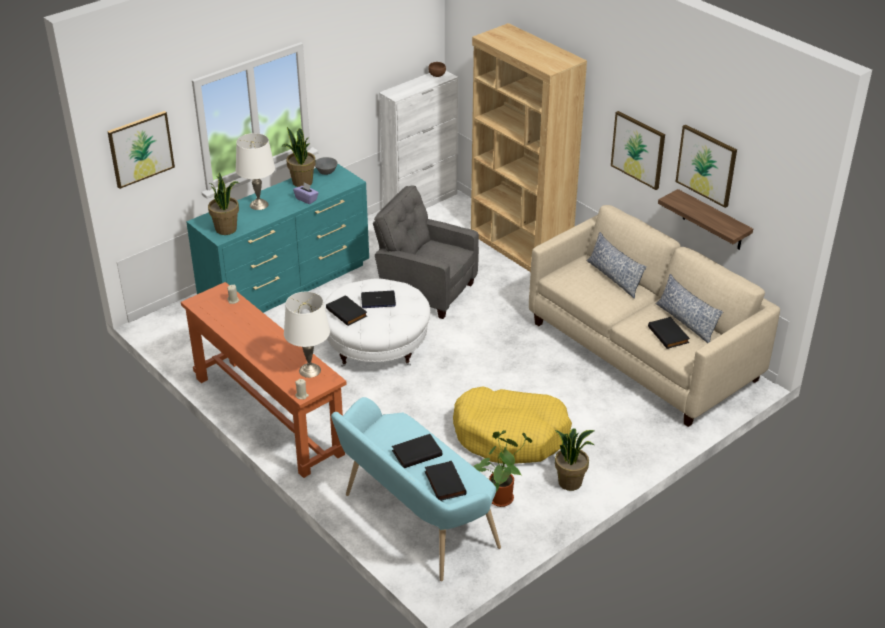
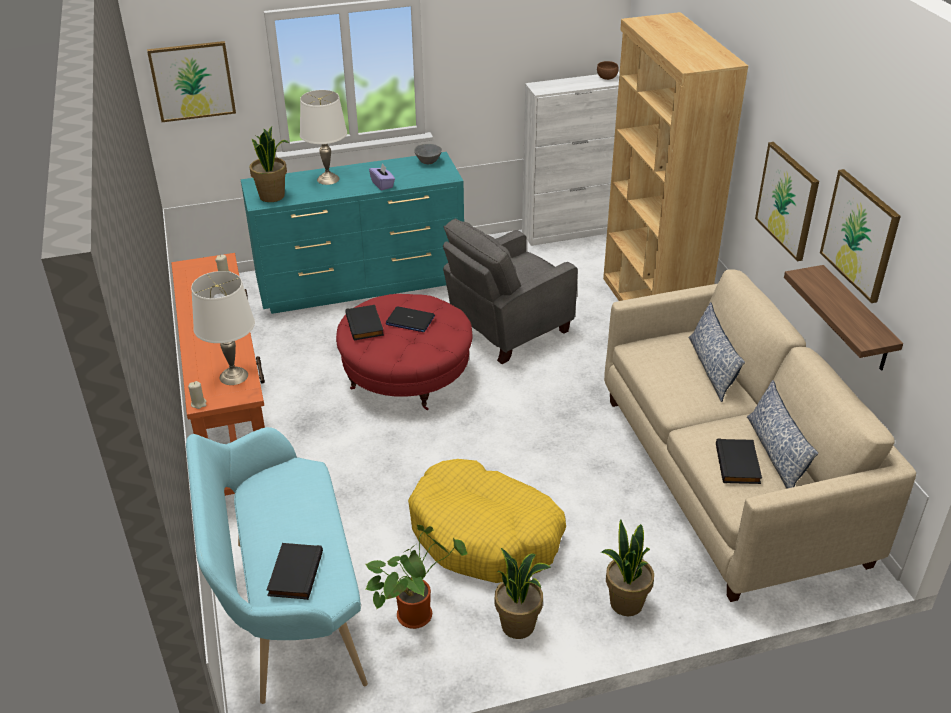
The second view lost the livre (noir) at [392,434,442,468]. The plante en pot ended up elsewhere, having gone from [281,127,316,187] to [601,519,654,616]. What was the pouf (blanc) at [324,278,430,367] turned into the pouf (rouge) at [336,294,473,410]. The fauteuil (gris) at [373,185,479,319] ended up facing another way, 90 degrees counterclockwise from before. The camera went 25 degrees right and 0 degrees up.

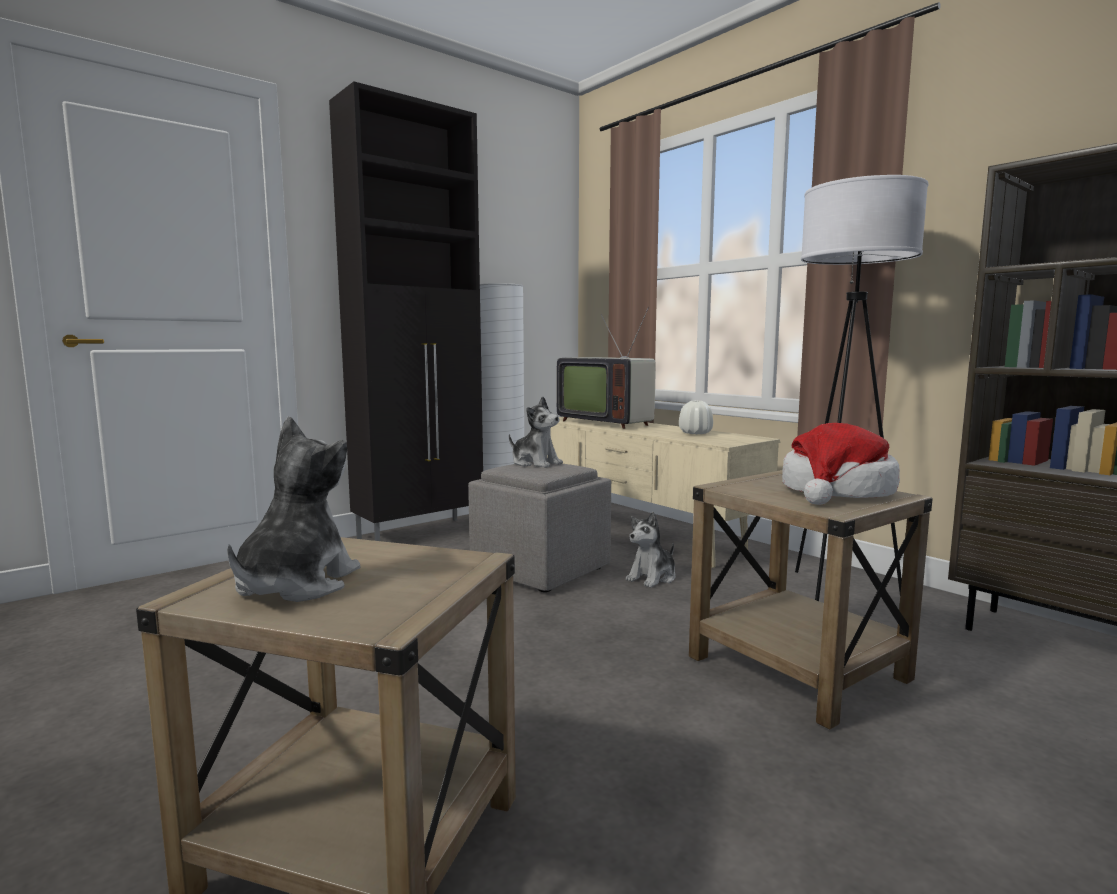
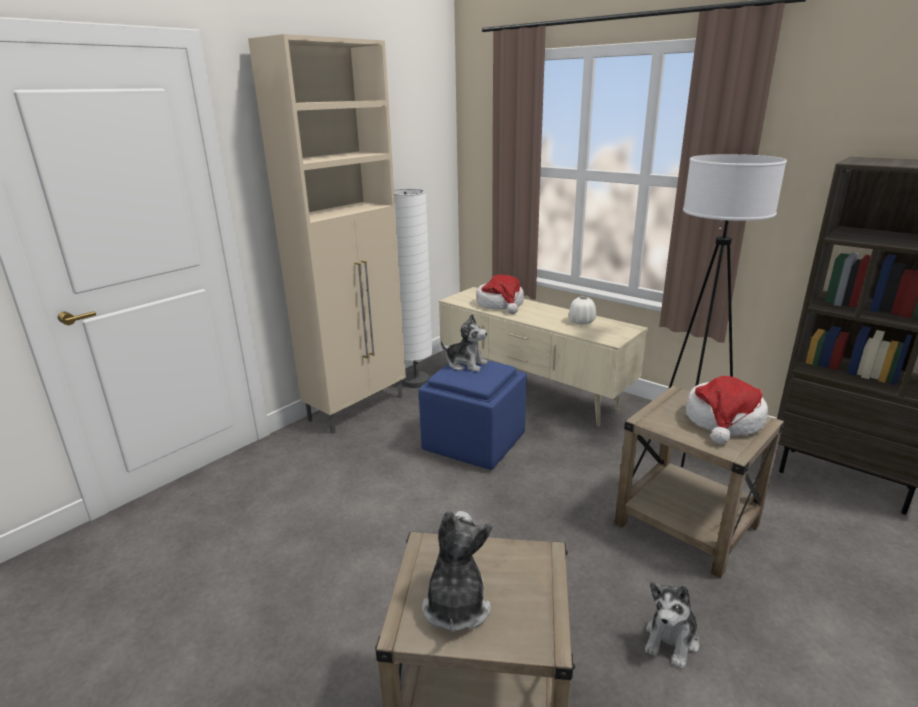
The peluche ended up elsewhere, having gone from [626,512,676,588] to [645,582,699,669]. Where the téléviseur stood at [557,307,656,429], the chapeau came to stand at [476,274,524,314]. What was the meuble de rangement (noir) at [329,81,483,541] turned into the meuble de rangement (beige) at [248,34,406,434]. What was the pouf (gris) at [468,461,611,592] turned into the pouf (bleu) at [418,361,527,470]. The camera went 10 degrees left and 15 degrees up.

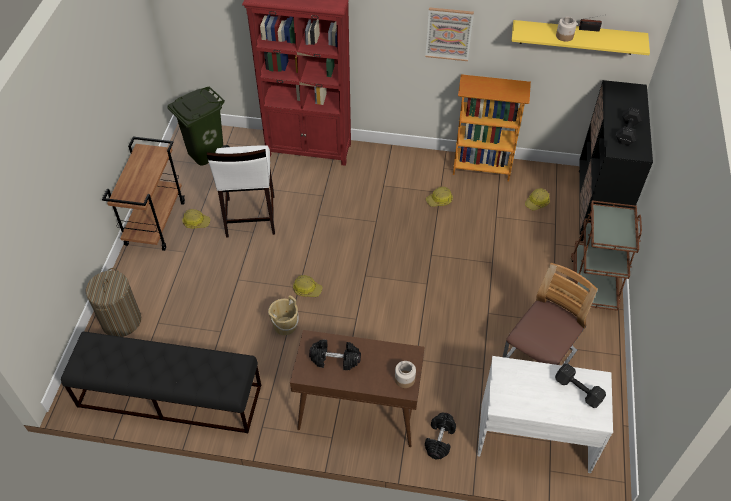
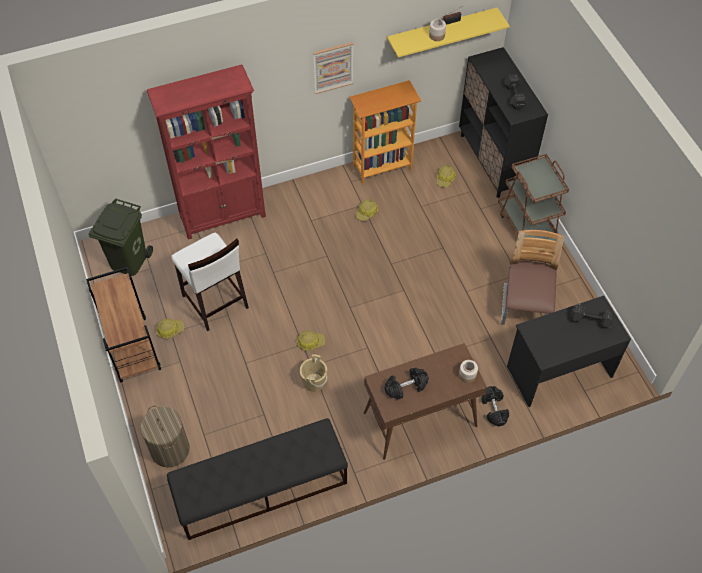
What was the bureau (blanc) at [477,356,613,473] turned into the bureau (noir) at [507,296,631,407]. The camera went 30 degrees left and 5 degrees up.

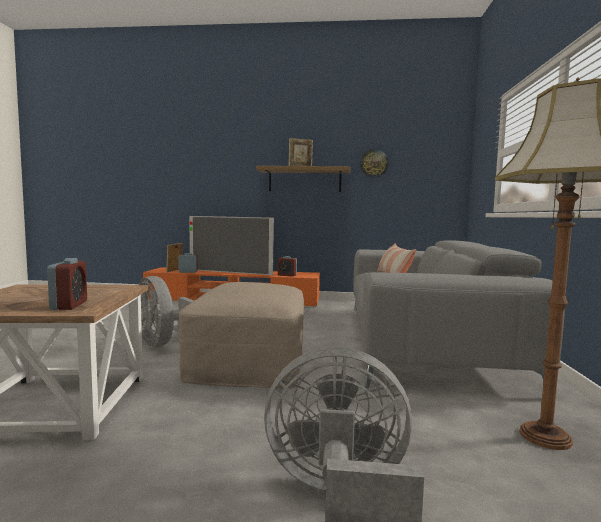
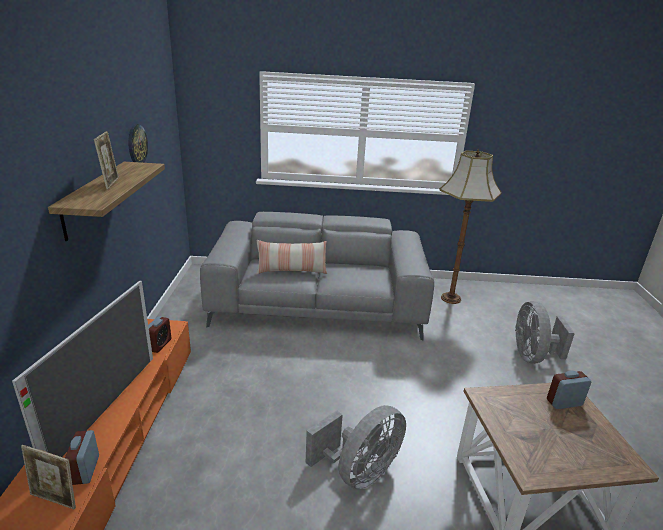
The second view lost the pouf (beige) at [179,282,304,389]. The camera went 95 degrees left and 20 degrees up.

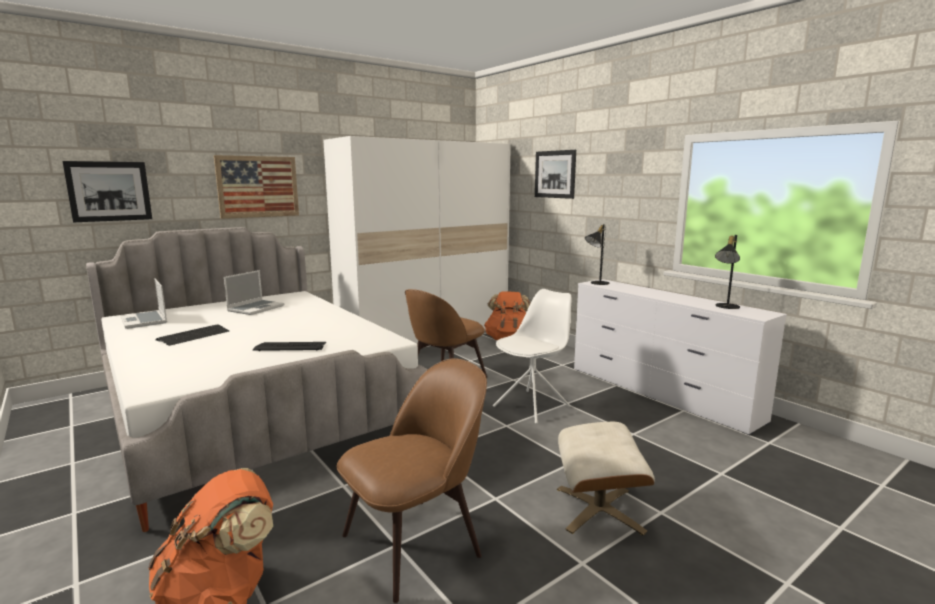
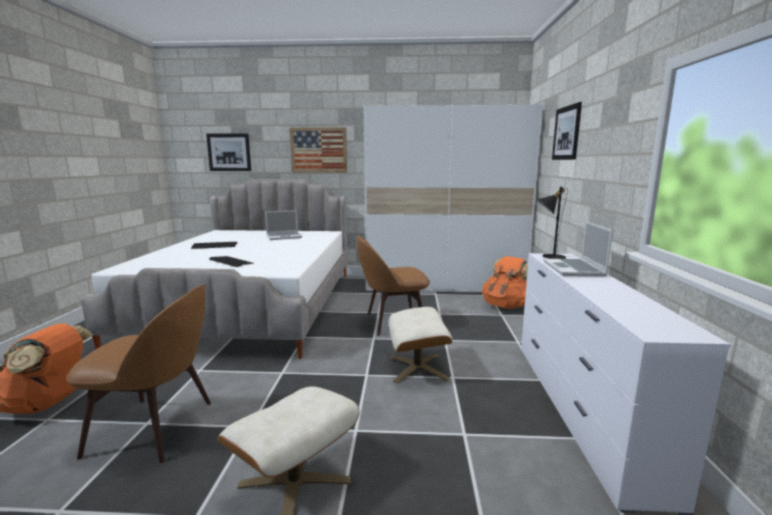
The second view lost the lampe de table (noir) at [715,235,740,309]. The ordinateur portable ended up elsewhere, having gone from [121,278,167,329] to [543,221,613,277]. Where the chaise (blanc) stood at [493,289,572,424], the pouf (beige) came to stand at [389,307,452,383]. The camera went 40 degrees right and 0 degrees up.

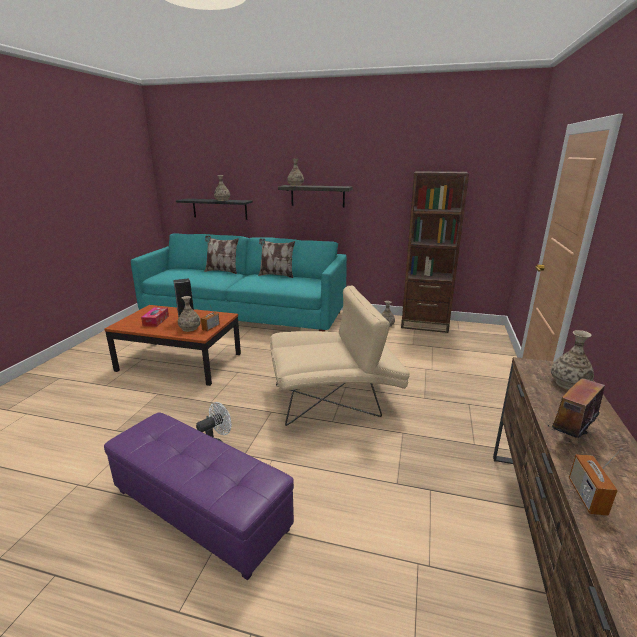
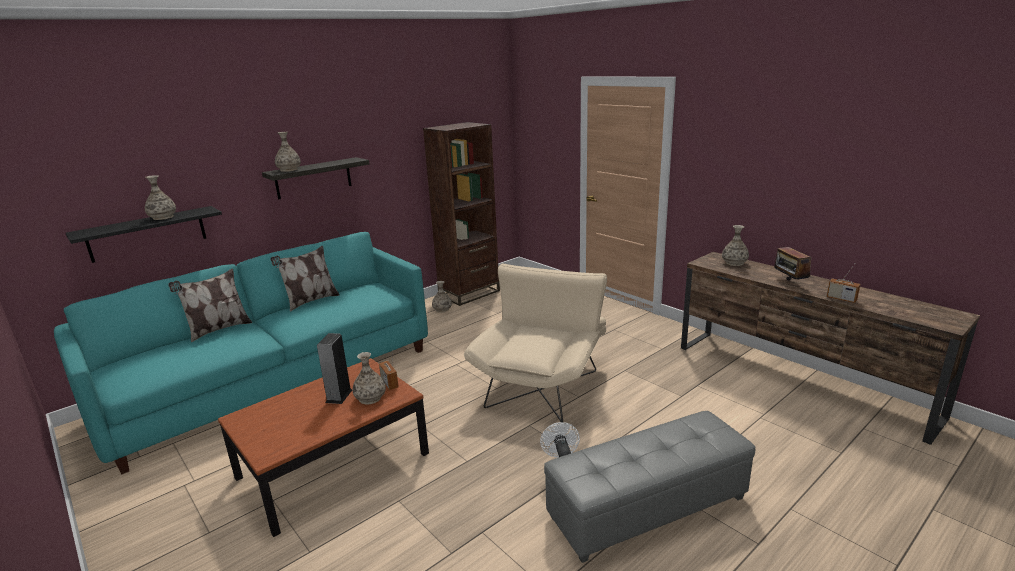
The second view lost the boîte à mouchoirs at [141,307,169,327]. What was the pouf (violet) at [104,412,294,580] turned into the pouf (gris) at [544,411,756,563]. The camera went 55 degrees left and 0 degrees up.

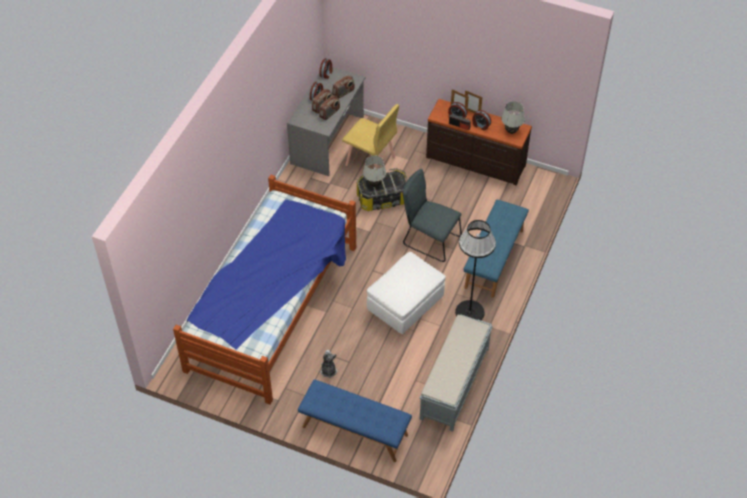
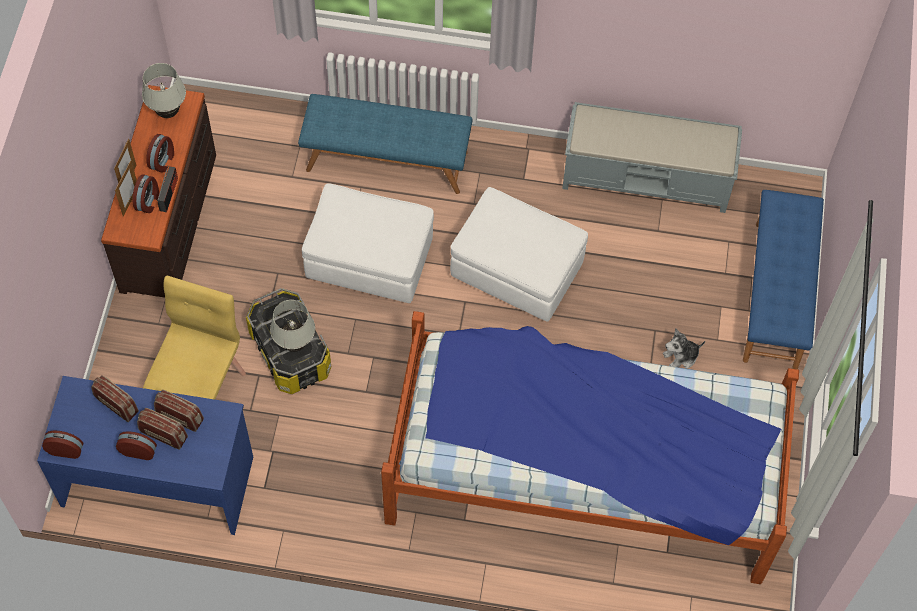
The second view lost the lampadaire (noir) at [455,220,496,320]. Where the chaise (gris) stood at [403,169,462,262], the pouf (blanc) came to stand at [302,183,434,303]. What was the bureau (gris) at [287,67,365,176] turned into the bureau (bleu) at [37,376,253,535]. The camera went 105 degrees left and 10 degrees up.

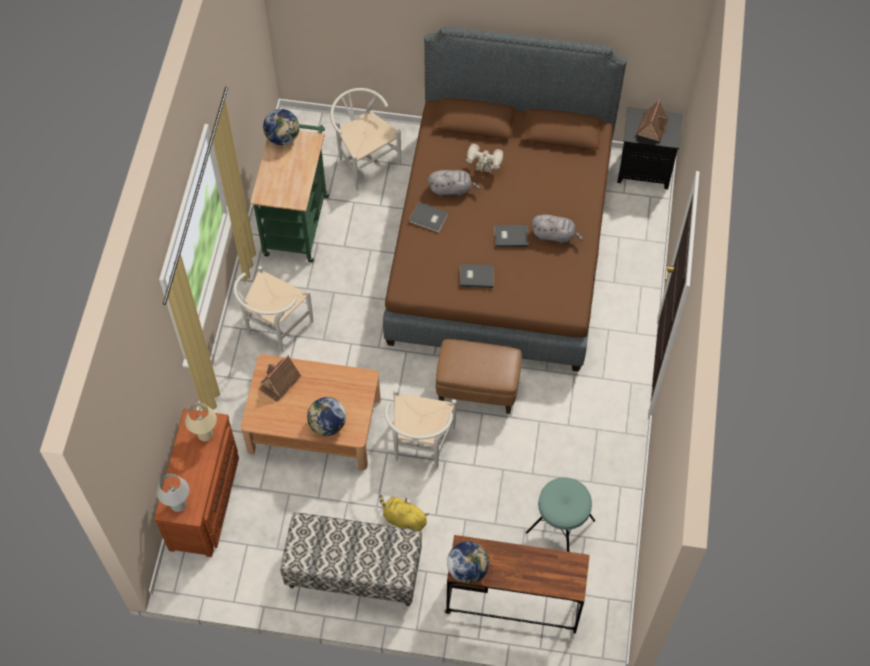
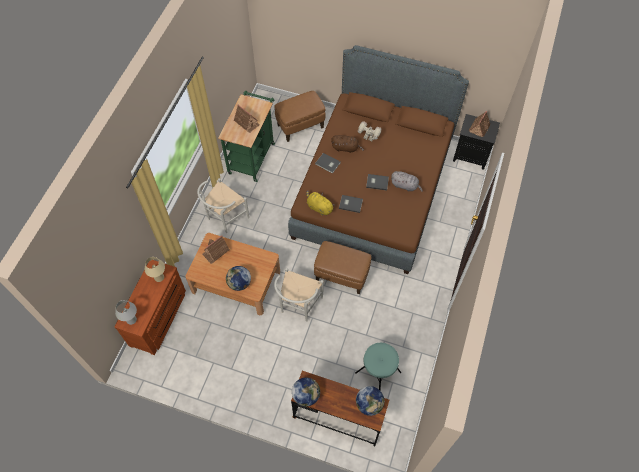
The second view lost the banc at [281,513,422,606]. The second view gained the maison miniature at [234,105,260,133]. The globe ended up elsewhere, having gone from [263,109,299,146] to [356,386,385,416]. The peluche (jaune) ended up elsewhere, having gone from [379,495,429,531] to [306,190,335,216]. Where the chaise (blanc) stood at [330,88,401,190], the pouf (marron) came to stand at [274,91,326,142]. What was the peluche (gris) at [428,170,481,196] turned into the peluche (marron) at [331,135,364,153]. The camera went 10 degrees right and 0 degrees up.

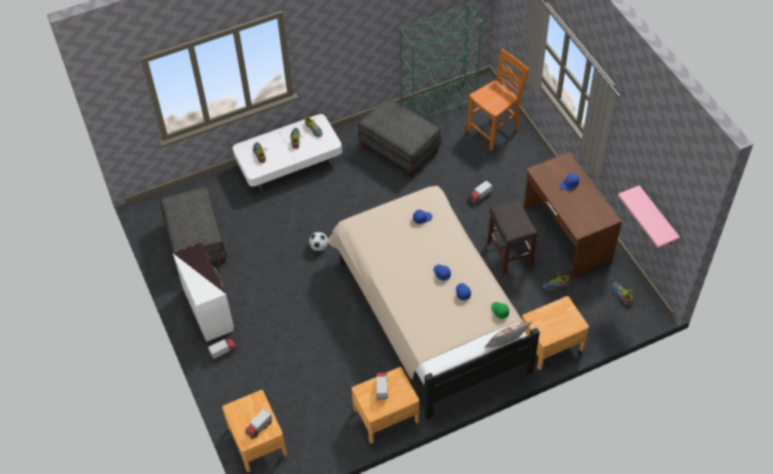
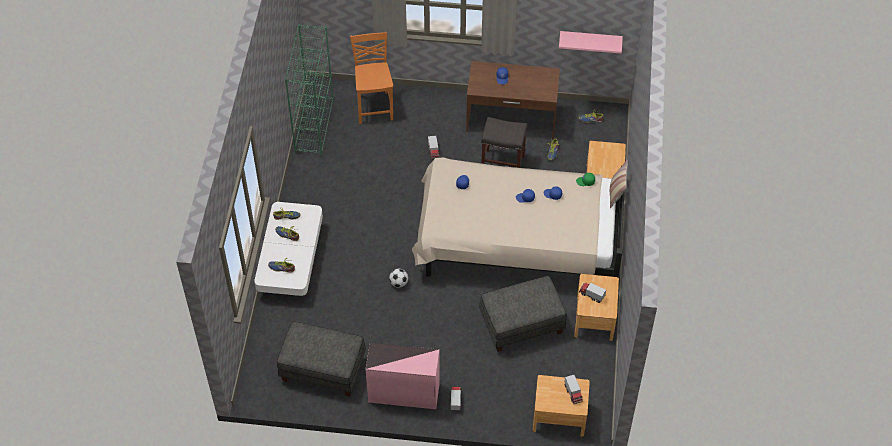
The pouf (gris) ended up elsewhere, having gone from [358,98,441,177] to [479,276,567,352]. What was the commode (blanc) at [173,242,234,342] turned into the commode (rose) at [365,343,440,409]. The camera went 60 degrees left and 0 degrees up.

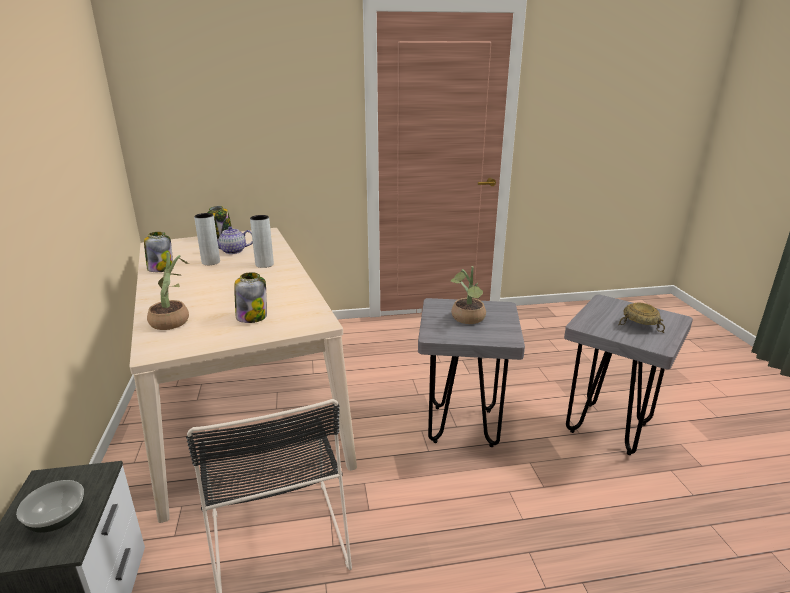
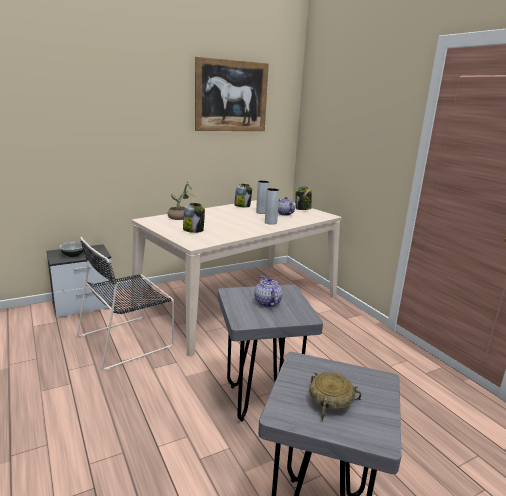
The second view gained the tableau at [195,57,269,131]. Where the plante en pot stood at [451,266,486,324], the théière came to stand at [254,276,282,307]. The camera went 70 degrees right and 5 degrees down.

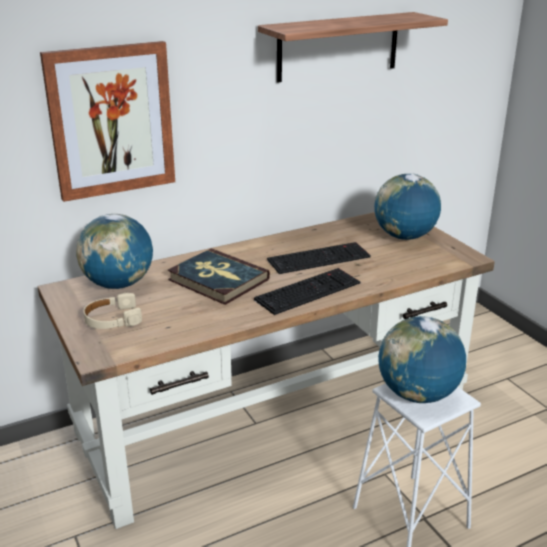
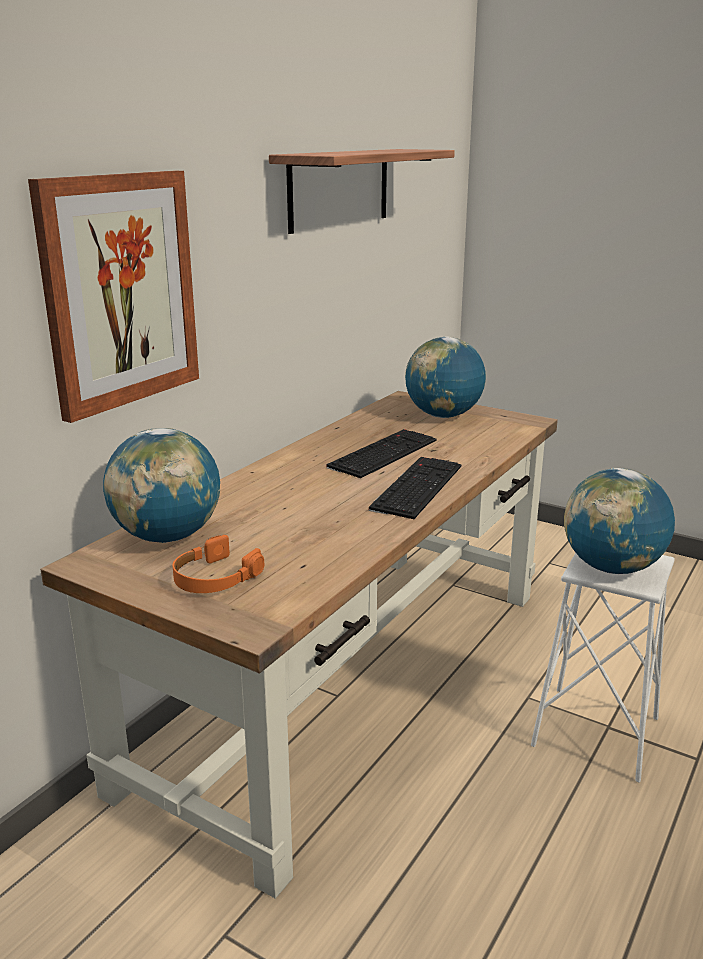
The second view lost the livre at [167,248,270,305]. What was the casque audio (beige) at [84,293,142,329] turned into the casque audio (orange) at [173,535,264,593]. The camera went 30 degrees left and 5 degrees down.

